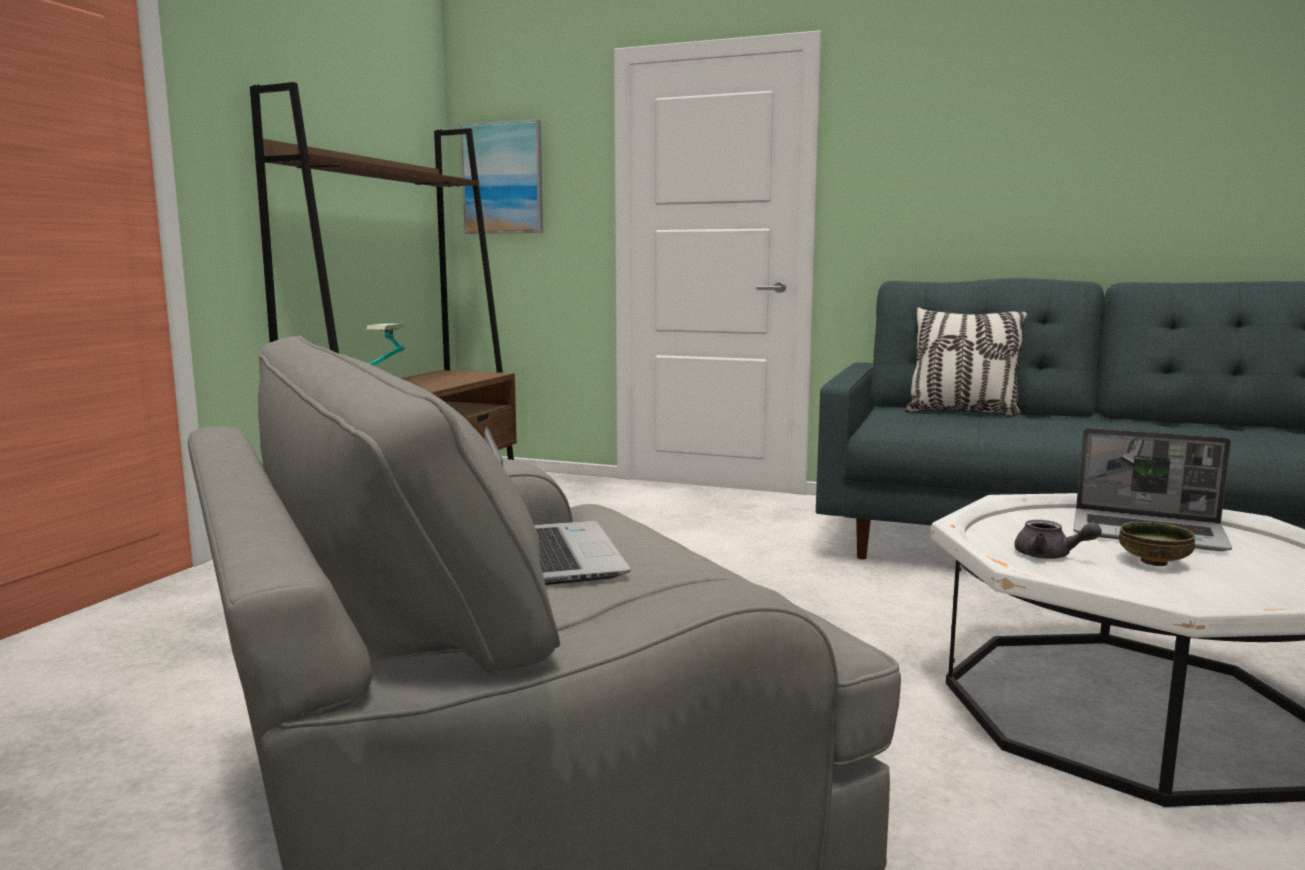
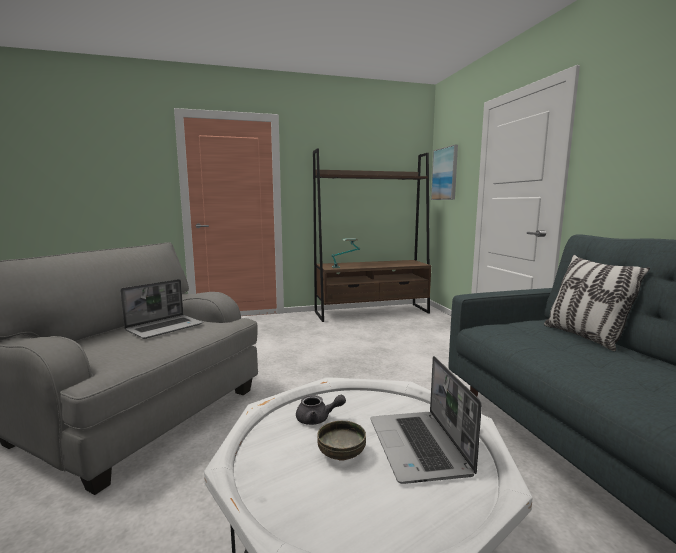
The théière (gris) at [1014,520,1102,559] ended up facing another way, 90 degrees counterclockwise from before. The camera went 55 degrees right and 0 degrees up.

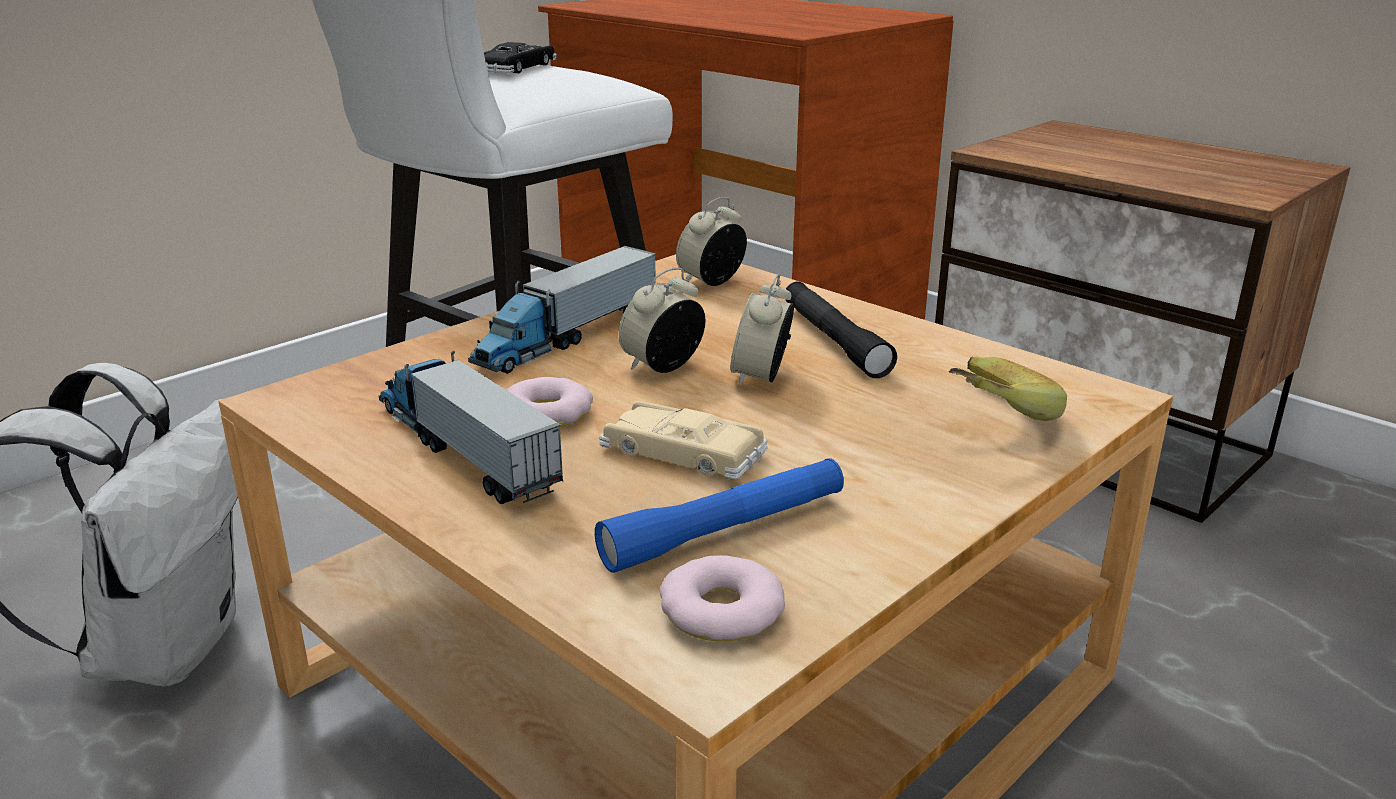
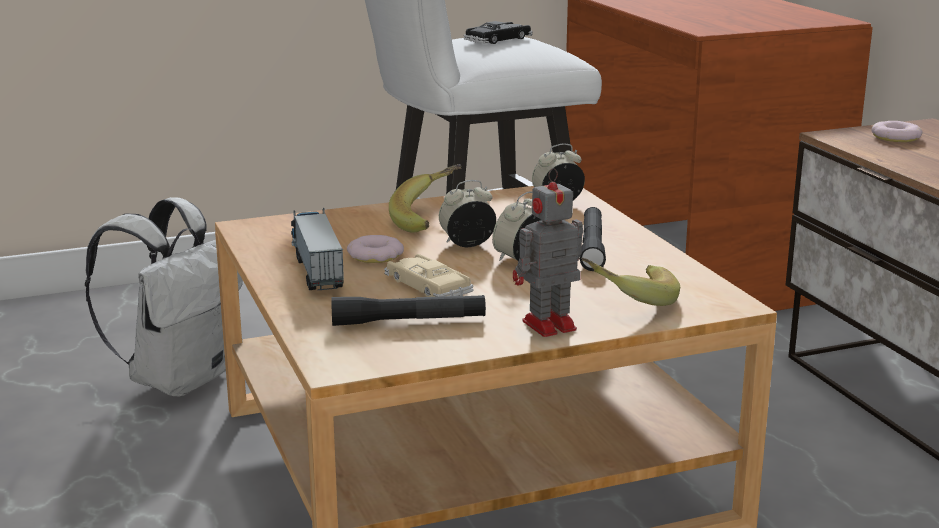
The second view gained the robot jouet at [513,168,583,337]. The beignet ended up elsewhere, having gone from [660,555,785,642] to [871,121,923,142]. Where the camion jouet stood at [468,246,657,374], the banane came to stand at [389,164,462,233]. What was the lampe de poche (bleu) at [595,458,844,573] turned into the lampe de poche (noir) at [331,295,486,326]. The camera went 25 degrees right and 5 degrees down.

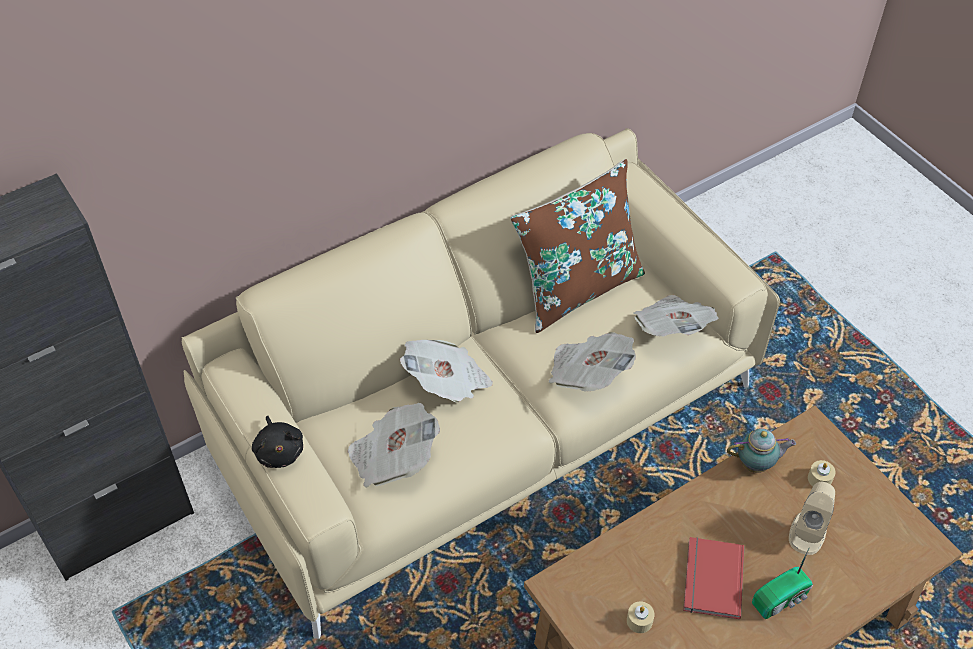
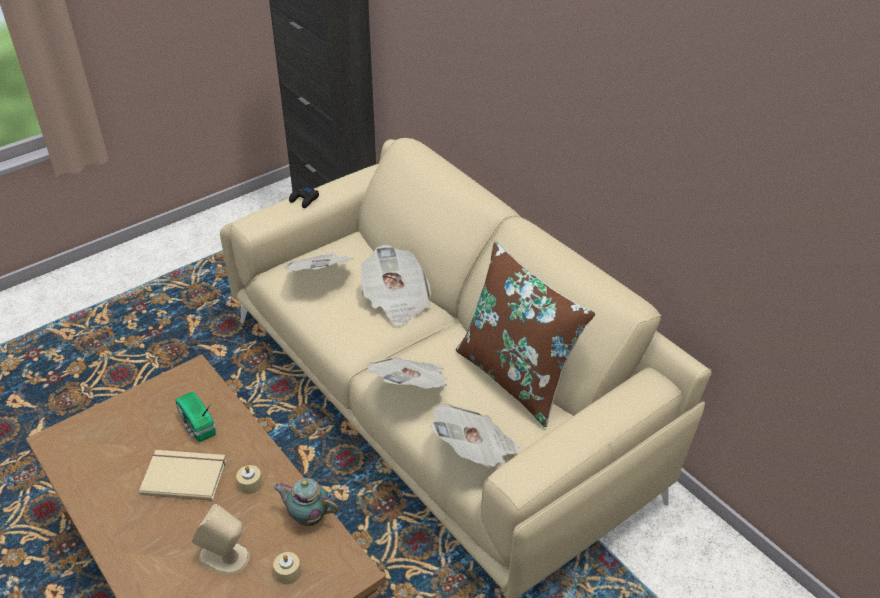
The bougie (beige) ended up elsewhere, having gone from [627,601,654,633] to [236,465,263,494]. The radio ended up elsewhere, having gone from [752,547,813,619] to [176,392,216,442]. Where the peluche (noir) stood at [252,416,303,468], the manette (noir) came to stand at [289,185,319,208]. What was the livre (rouge) at [683,537,744,619] turned into the livre (beige) at [139,450,226,501]. The théière at [727,428,796,473] ended up facing another way, 120 degrees clockwise from before. The camera went 85 degrees right and 10 degrees down.

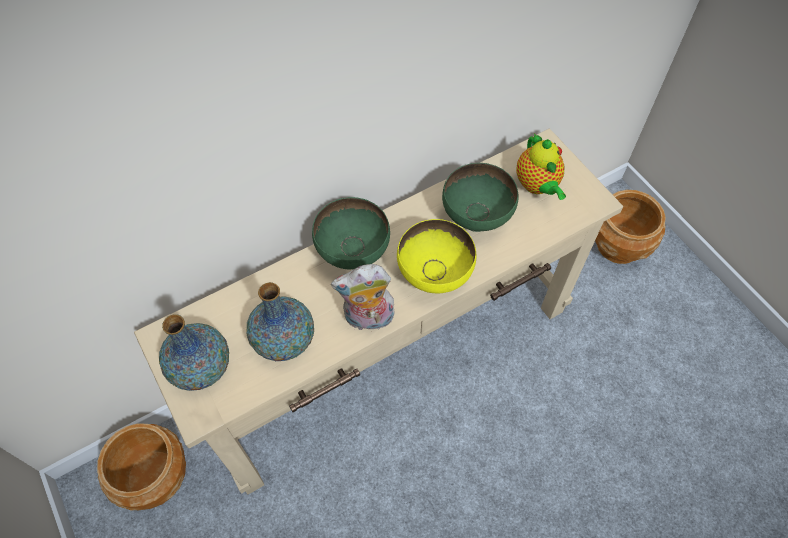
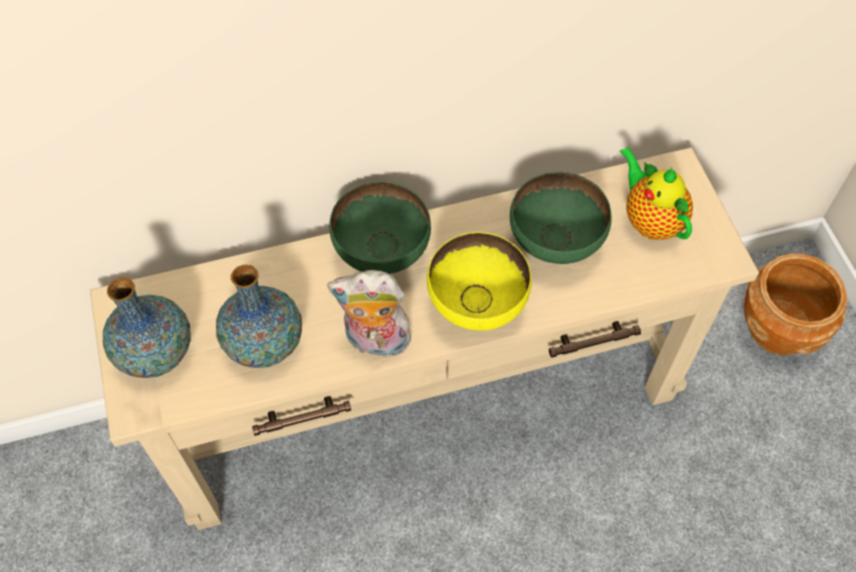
The second view lost the cache-pot (marron) at [97,423,186,510]. The théière at [516,133,566,200] ended up facing another way, 150 degrees clockwise from before. The camera went 15 degrees right and 0 degrees up.

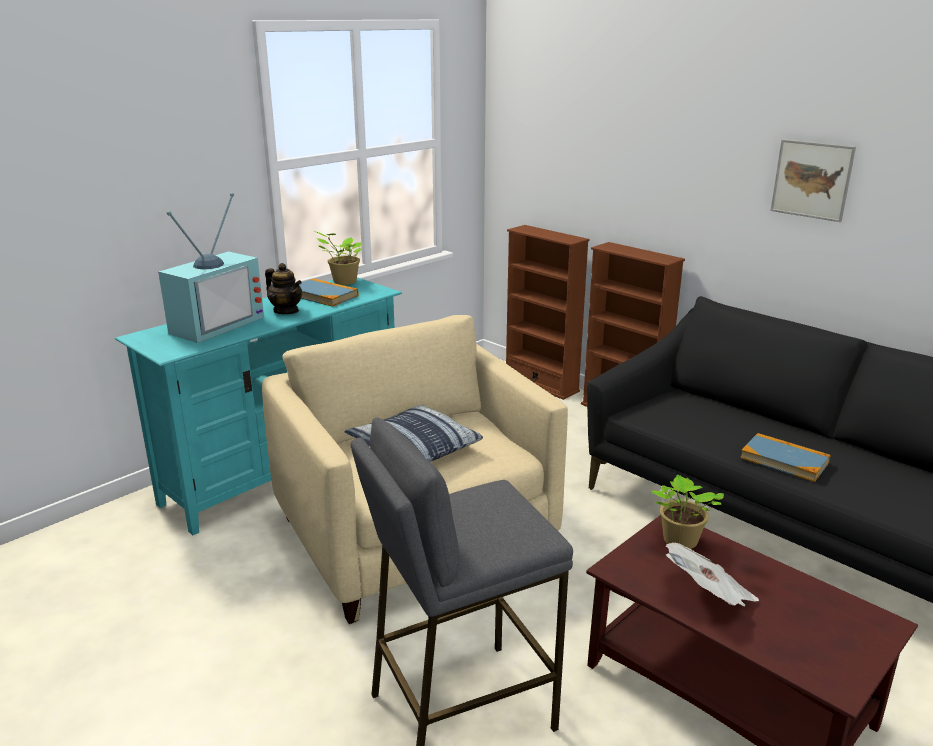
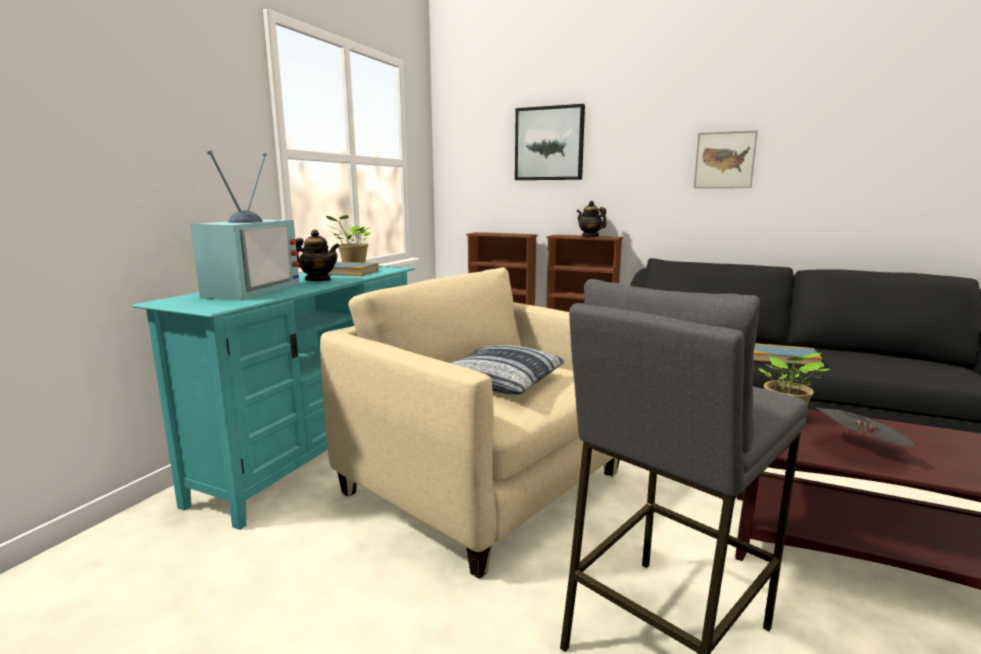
The second view gained the tableau at [515,104,585,180]. The second view gained the théière at [576,201,607,237]. The camera went 20 degrees left and 10 degrees down.

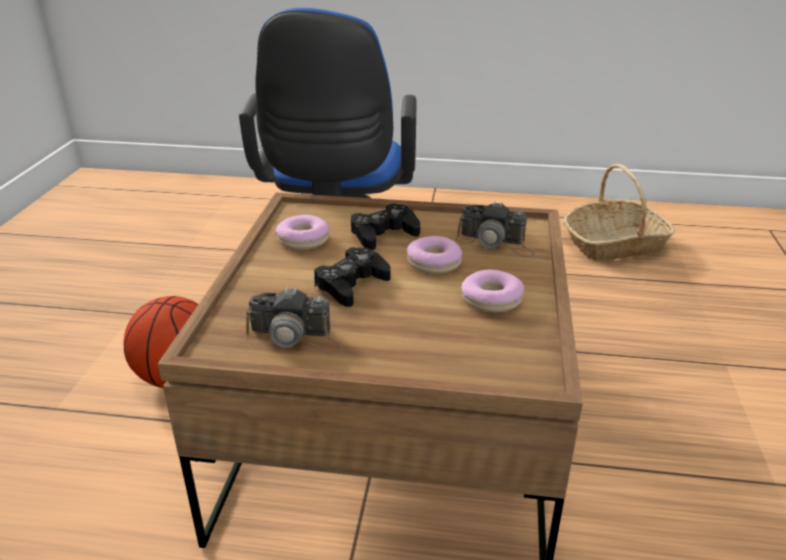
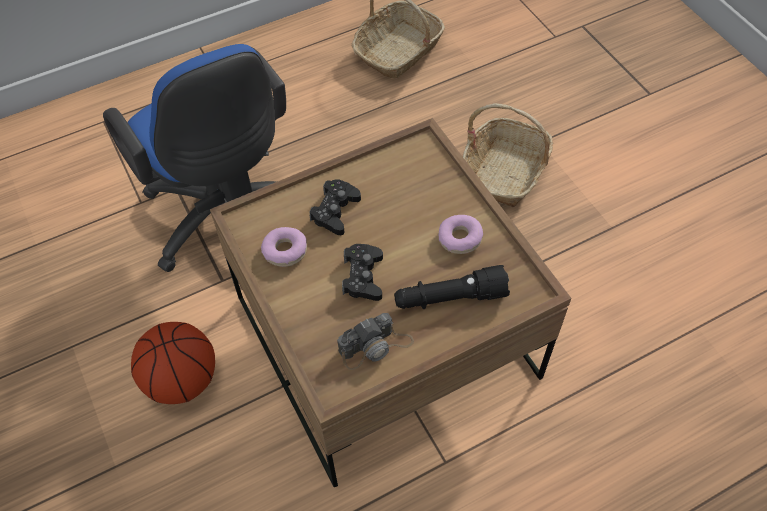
The second view lost the beignet at [407,236,462,274]. The second view lost the appareil photo at [456,201,535,257]. The second view gained the lampe de poche (noir) at [394,265,510,309]. The second view gained the panier at [463,103,553,207]. The camera went 35 degrees left and 25 degrees up.

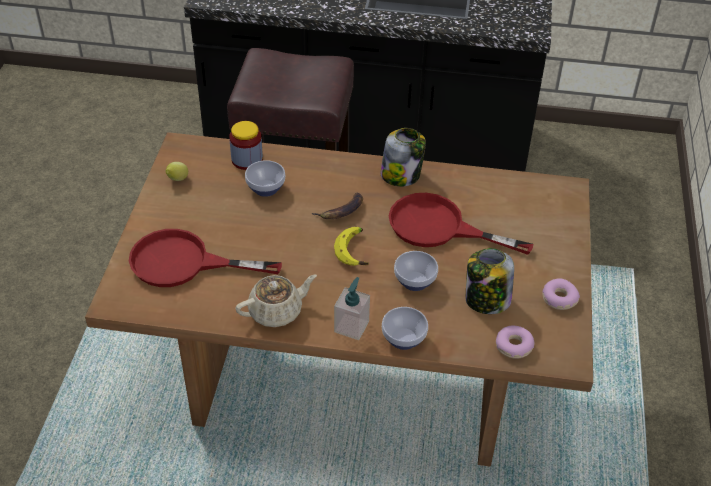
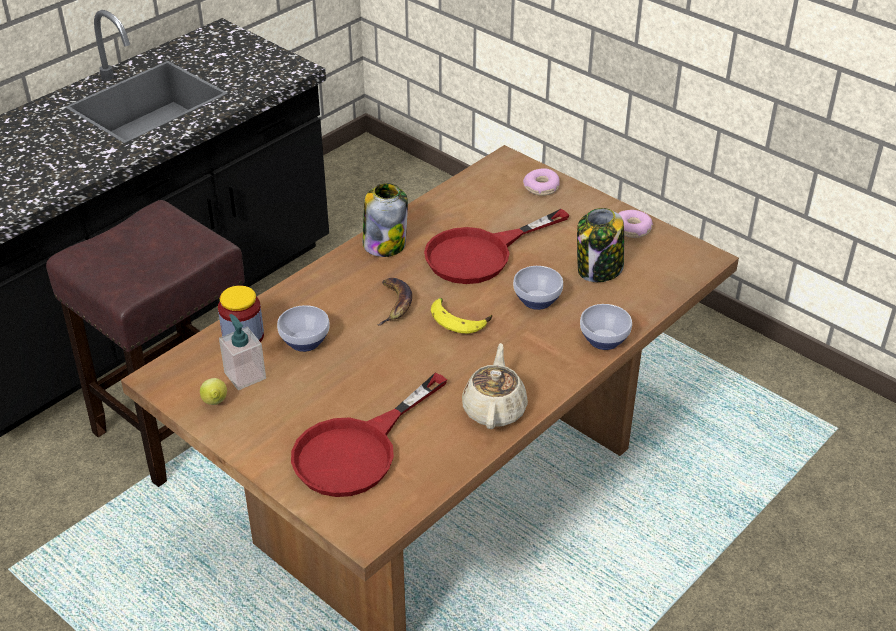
The distributeur de savon ended up elsewhere, having gone from [334,277,370,340] to [219,314,266,390]. The beignet ended up elsewhere, having gone from [496,326,534,359] to [523,168,560,196]. The camera went 55 degrees left and 5 degrees down.

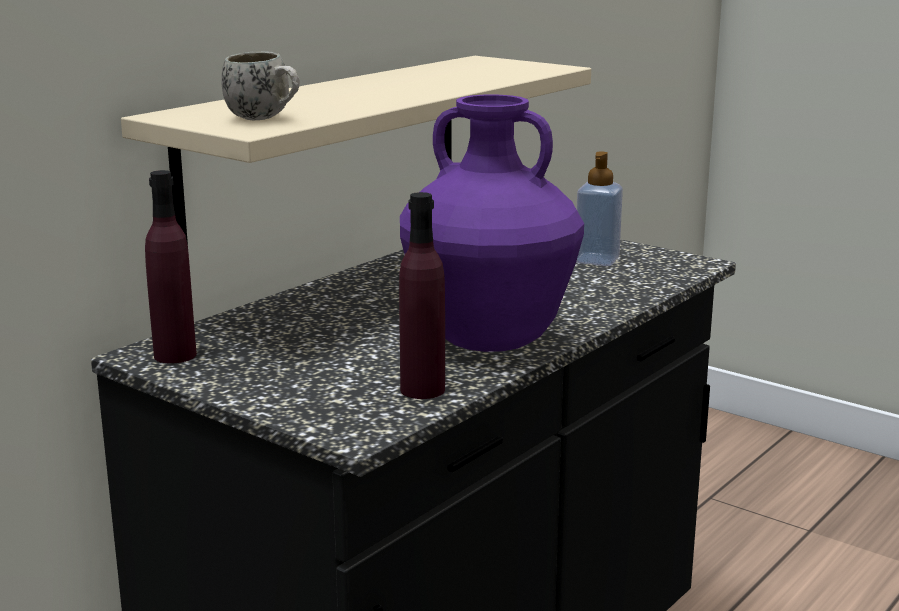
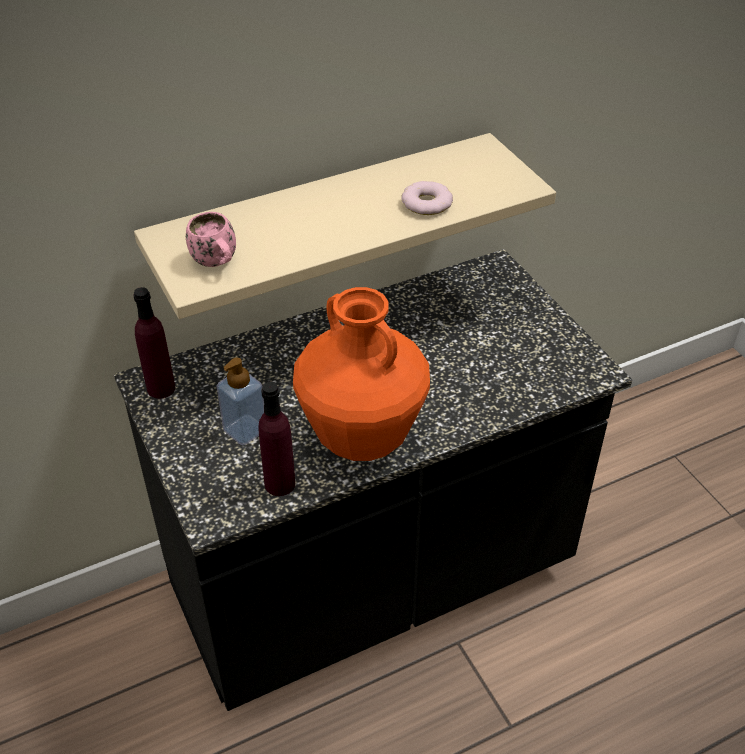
The second view gained the beignet at [401,181,453,215]. The distributeur de savon ended up elsewhere, having gone from [576,152,623,266] to [217,357,264,445]. What was the mug (blanc) at [221,51,300,120] turned into the mug (rose) at [186,212,236,267]. What was the vase (violet) at [400,95,584,352] turned into the vase (orange) at [293,287,430,461]. The camera went 25 degrees right and 25 degrees up.

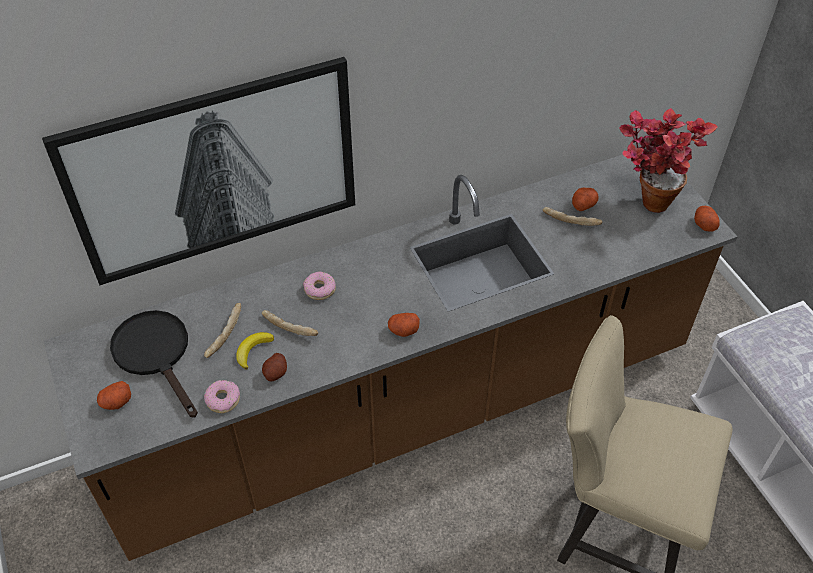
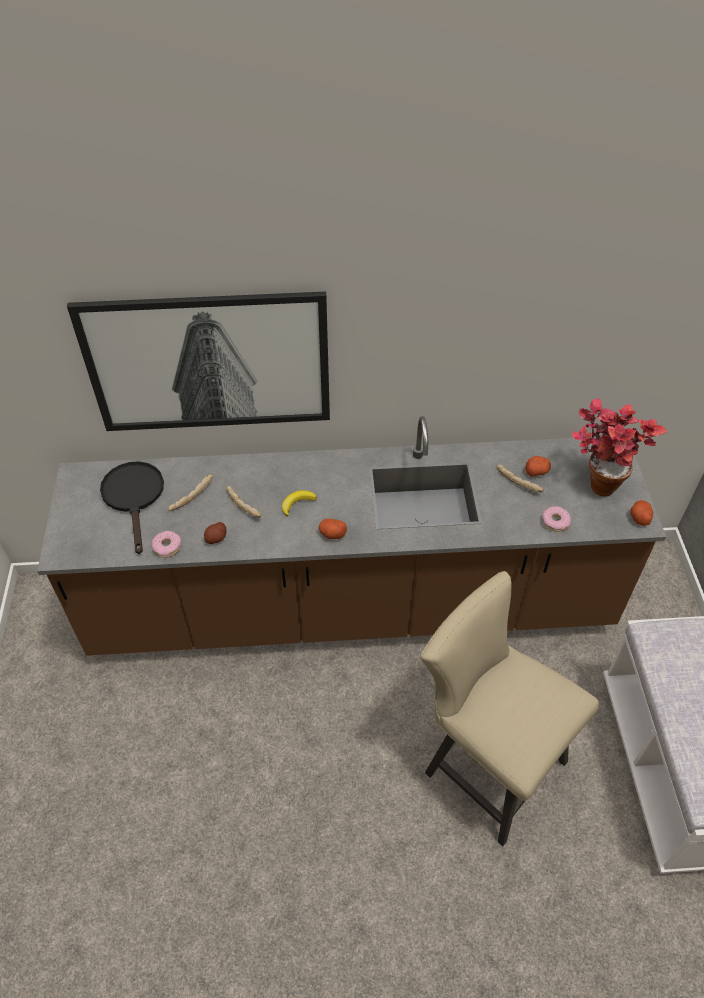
The second view lost the pomme de terre at [97,381,131,410]. The banane ended up elsewhere, having gone from [236,332,274,370] to [282,490,317,517]. The beignet ended up elsewhere, having gone from [303,272,336,300] to [542,506,571,532]. The camera went 20 degrees right and 0 degrees up.

